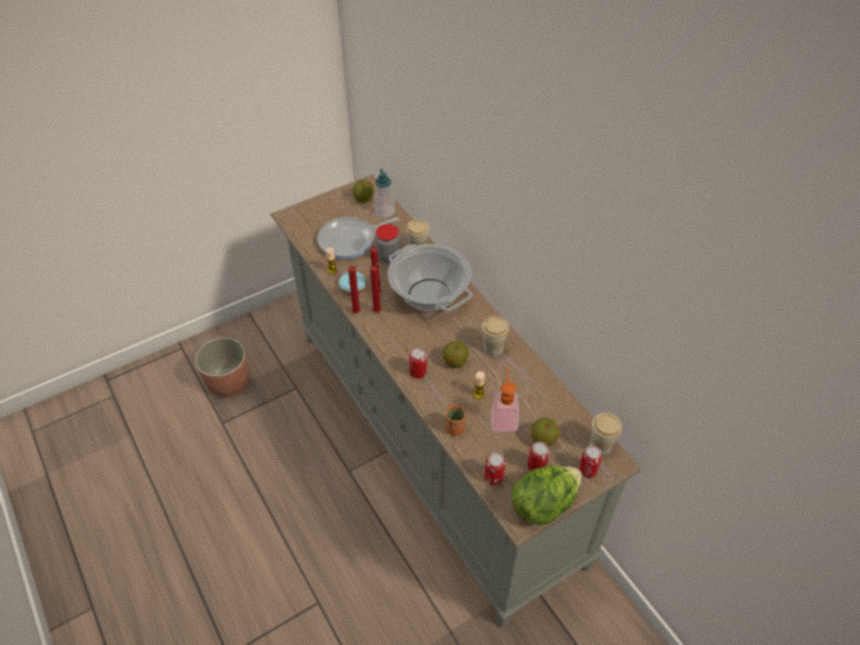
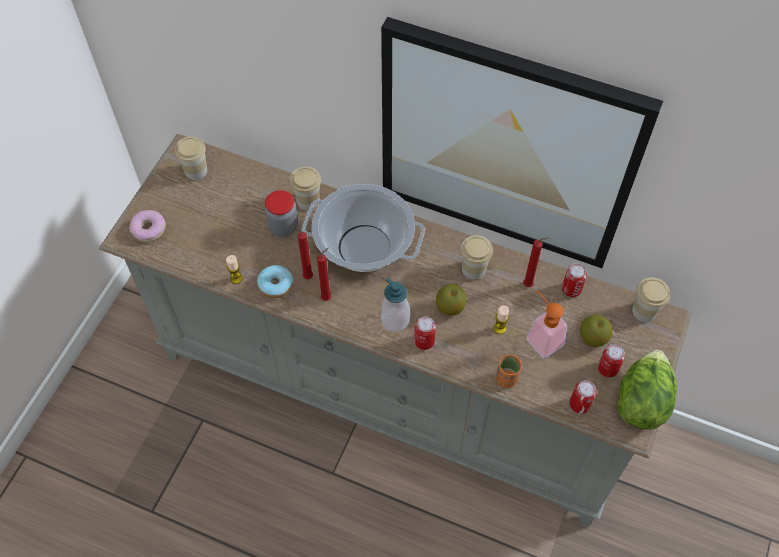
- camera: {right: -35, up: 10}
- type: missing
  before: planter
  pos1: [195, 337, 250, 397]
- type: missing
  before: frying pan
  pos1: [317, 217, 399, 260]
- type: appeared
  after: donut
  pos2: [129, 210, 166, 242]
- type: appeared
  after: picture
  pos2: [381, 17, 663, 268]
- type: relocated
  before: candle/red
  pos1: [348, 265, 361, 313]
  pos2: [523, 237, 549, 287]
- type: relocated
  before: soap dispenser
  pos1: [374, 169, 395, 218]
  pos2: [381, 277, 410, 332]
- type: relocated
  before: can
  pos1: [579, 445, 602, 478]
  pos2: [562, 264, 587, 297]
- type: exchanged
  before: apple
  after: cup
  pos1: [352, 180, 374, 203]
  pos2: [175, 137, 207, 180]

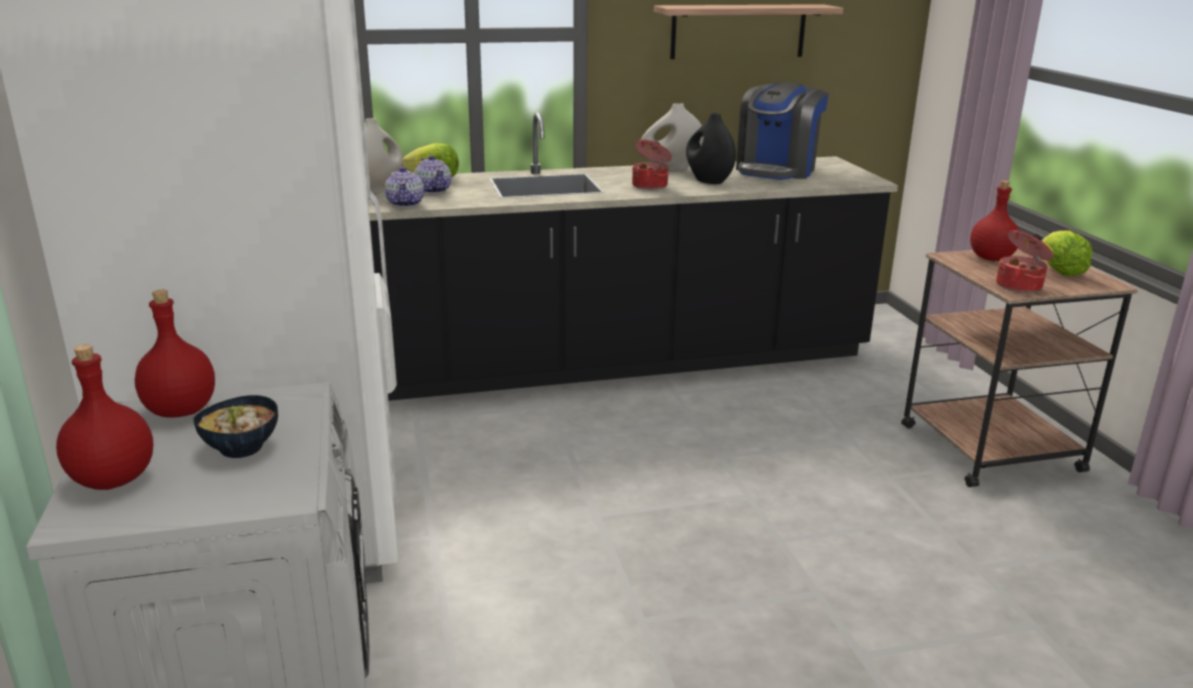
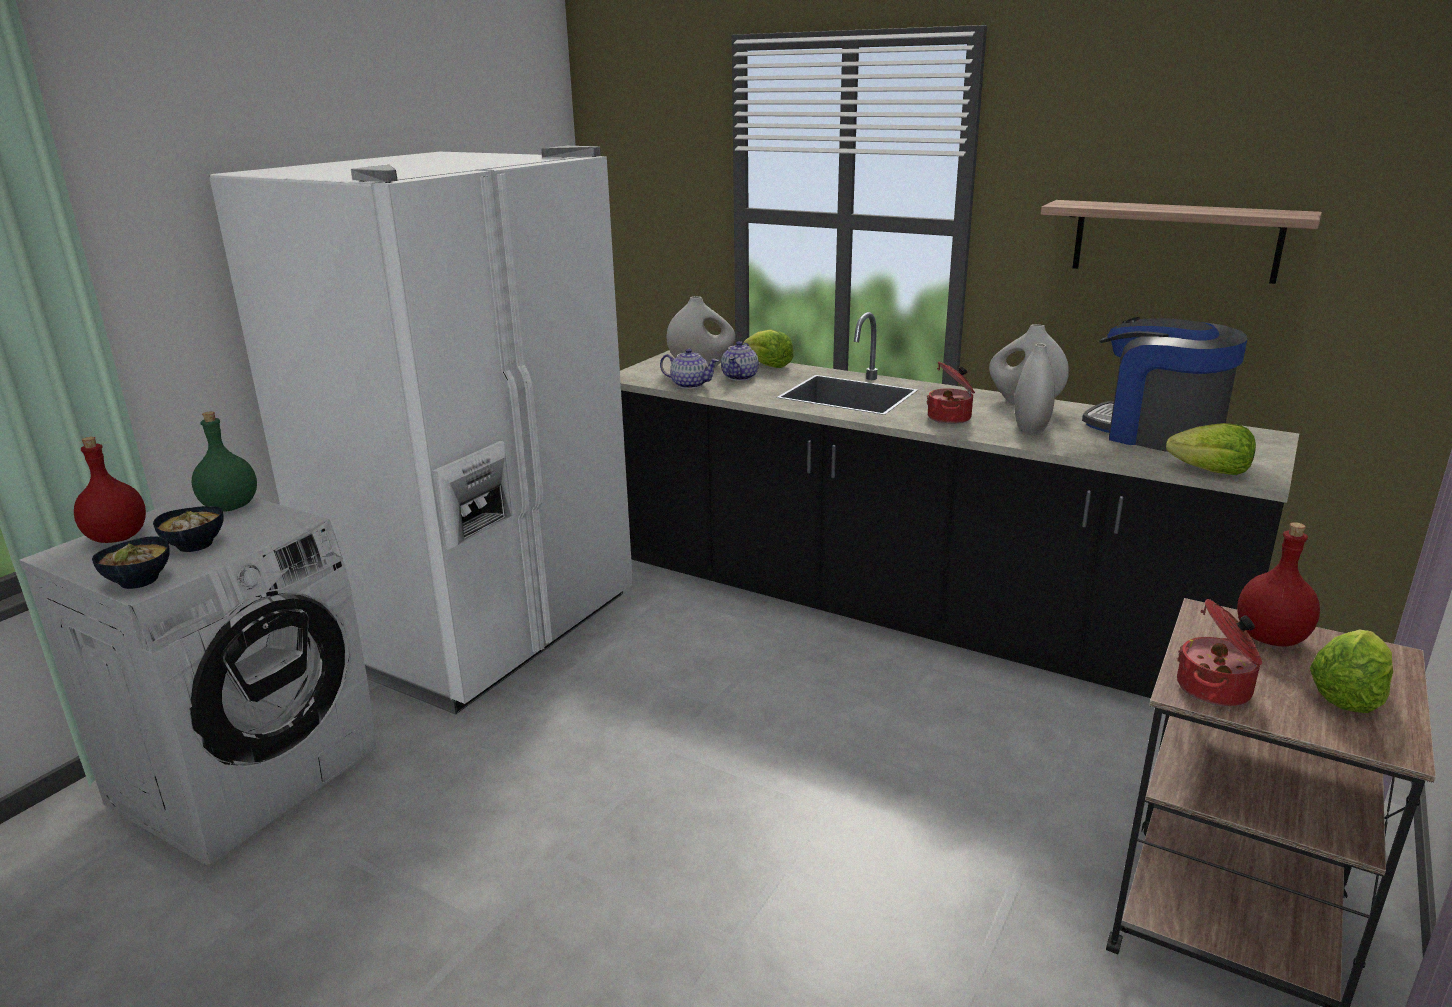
- camera: {right: 45, up: 0}
- type: appeared
  after: bowl
  pos2: [92, 536, 170, 589]
- type: appeared
  after: lettuce
  pos2: [1166, 423, 1256, 475]
- type: colour
  before: bottle/red
  after: bottle/green
  pos1: [135, 289, 215, 418]
  pos2: [192, 411, 257, 512]
- type: colour
  before: vase/black
  after: vase/white
  pos1: [686, 113, 736, 184]
  pos2: [1014, 343, 1055, 434]
- type: spun
  before: teapot
  pos1: [385, 167, 424, 207]
  pos2: [660, 348, 719, 389]
  turn: -105
- type: spun
  before: coffee machine
  pos1: [736, 82, 829, 180]
  pos2: [1082, 317, 1247, 452]
  turn: 60

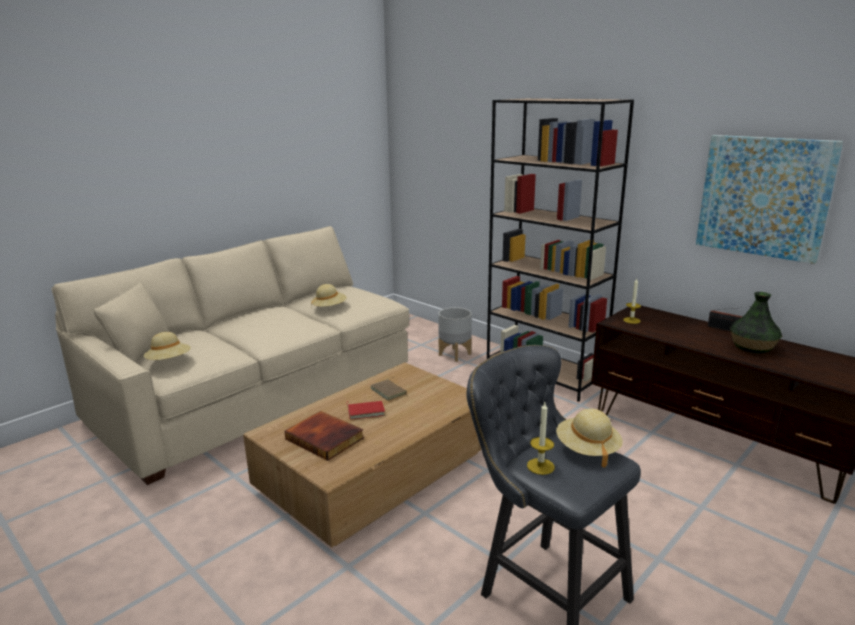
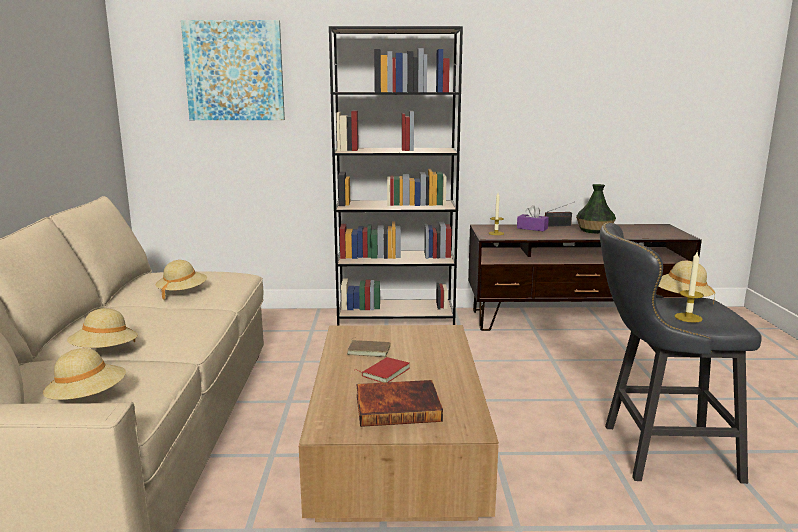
- camera: {right: -45, up: -5}
- type: missing
  before: planter/grey
  pos1: [438, 307, 472, 362]
- type: appeared
  after: hat/beige
  pos2: [67, 308, 138, 348]
- type: appeared
  after: tissue box/purple
  pos2: [517, 205, 549, 231]
- type: relocated
  before: picture
  pos1: [696, 135, 843, 264]
  pos2: [181, 20, 285, 120]

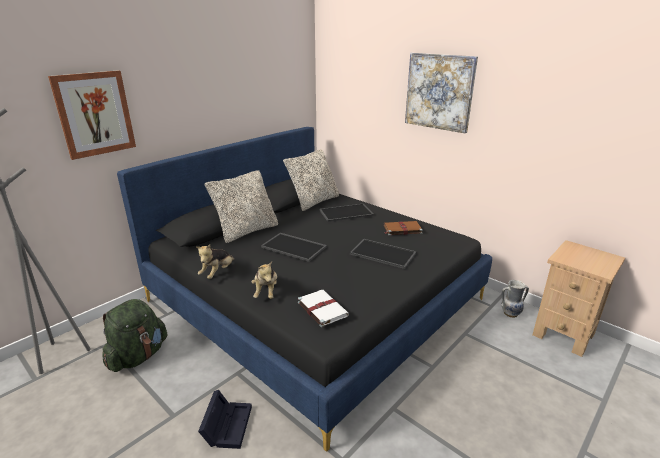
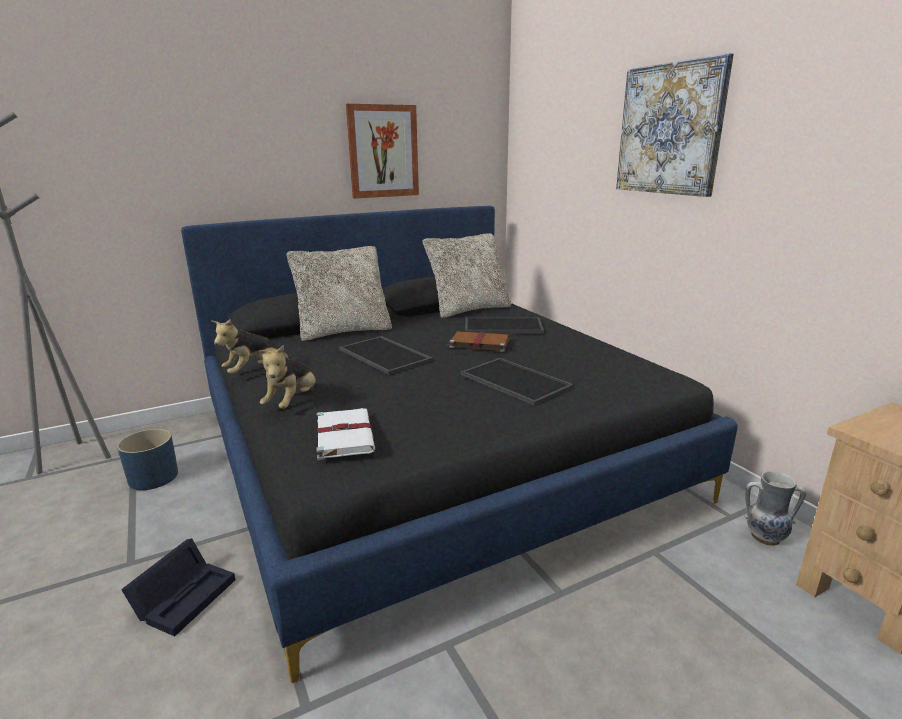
- camera: {right: 20, up: -5}
- type: relocated
  before: picture
  pos1: [48, 70, 136, 160]
  pos2: [346, 104, 419, 199]
- type: relocated
  before: book/brown
  pos1: [384, 221, 423, 236]
  pos2: [448, 331, 509, 352]
- type: exchanged
  before: backpack/green
  after: planter/blue
  pos1: [102, 299, 167, 372]
  pos2: [117, 429, 178, 490]

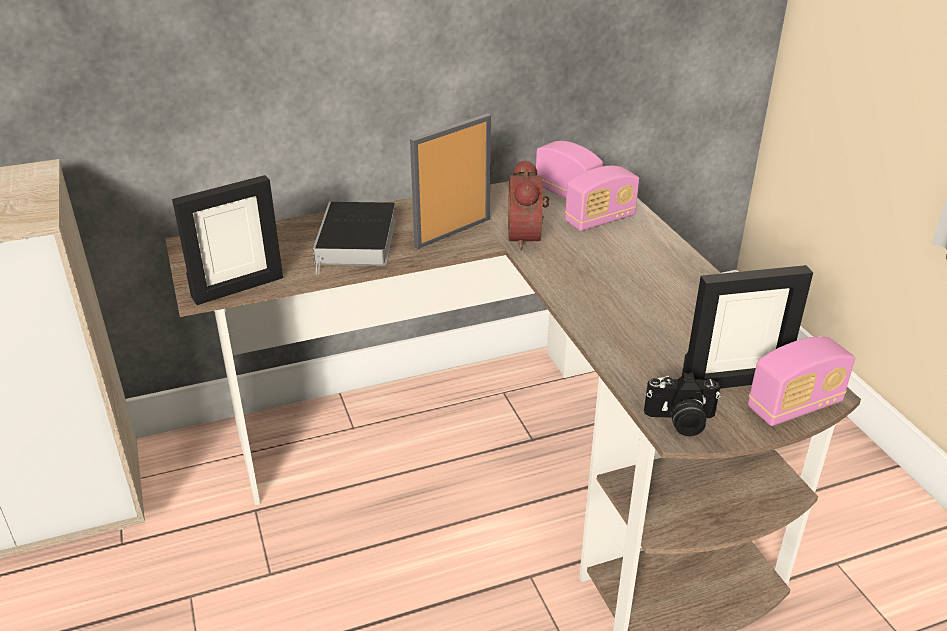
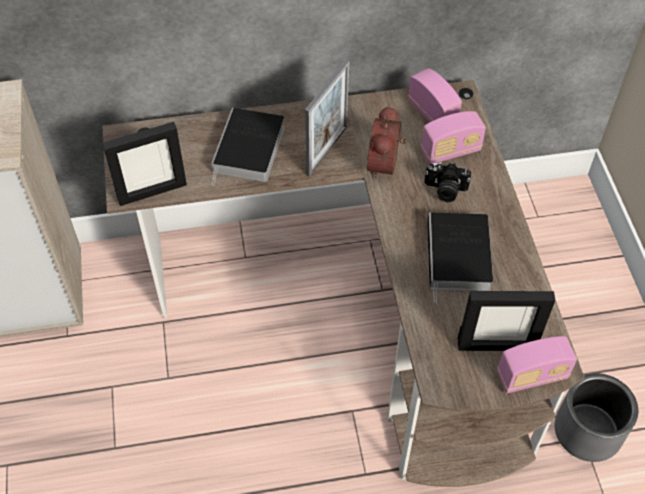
- camera: {right: 10, up: 20}
- type: appeared
  after: book
  pos2: [427, 213, 493, 303]
- type: appeared
  after: planter/grey
  pos2: [555, 373, 638, 462]
- type: relocated
  before: photo camera
  pos1: [644, 372, 721, 436]
  pos2: [425, 162, 471, 202]
- type: spun
  before: picture frame
  pos1: [410, 113, 491, 249]
  pos2: [305, 59, 350, 177]
  turn: 150

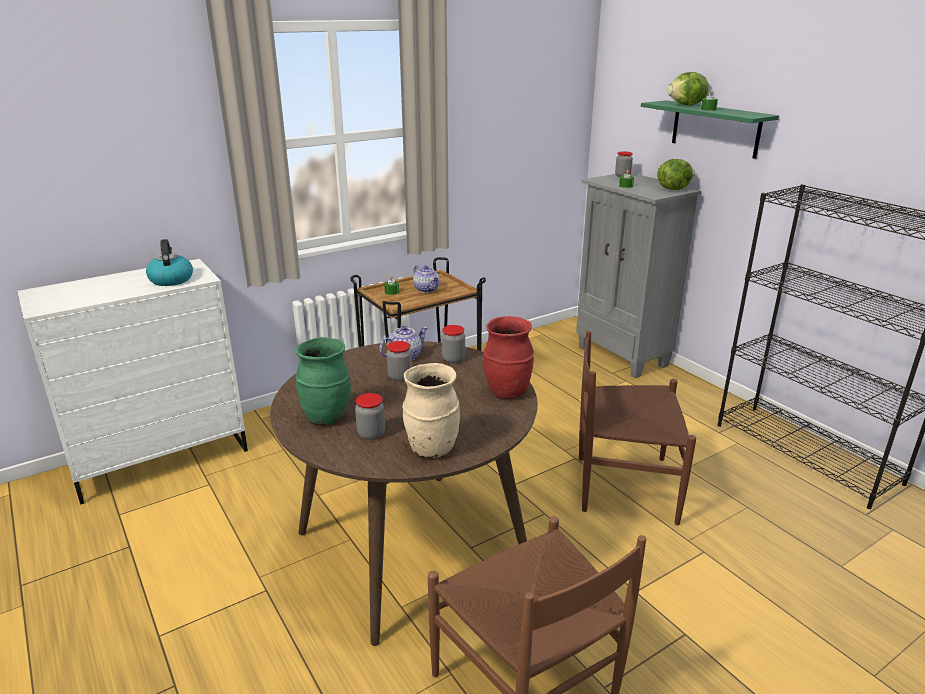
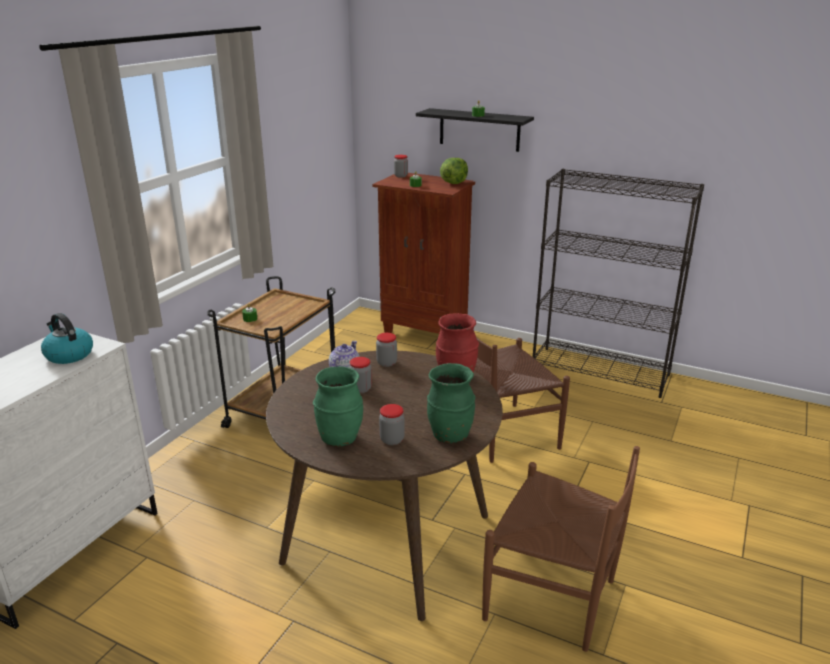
- camera: {right: -30, up: 0}
- type: missing
  before: teapot
  pos1: [413, 265, 439, 293]
- type: missing
  before: lettuce
  pos1: [667, 72, 709, 105]
- type: colour
  before: vase/beige
  after: vase/green
  pos1: [402, 363, 460, 458]
  pos2: [427, 363, 476, 443]
- type: colour
  before: cabinet/grey
  after: cabinet/brown
  pos1: [576, 173, 701, 378]
  pos2: [372, 173, 475, 334]
- type: colour
  before: shelf/green
  after: shelf/black
  pos1: [641, 100, 779, 159]
  pos2: [416, 108, 534, 152]

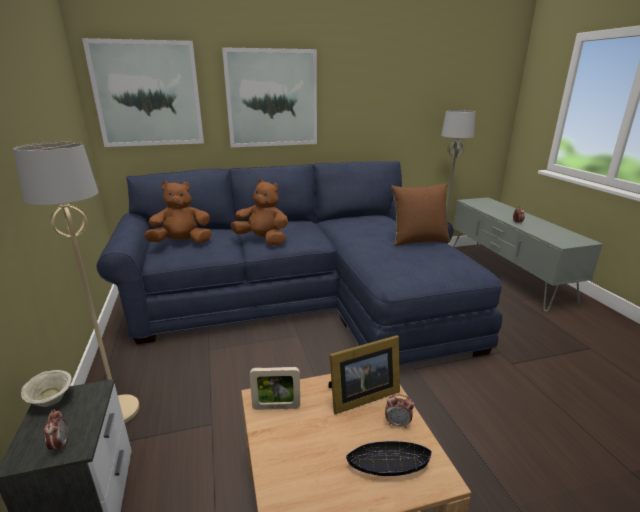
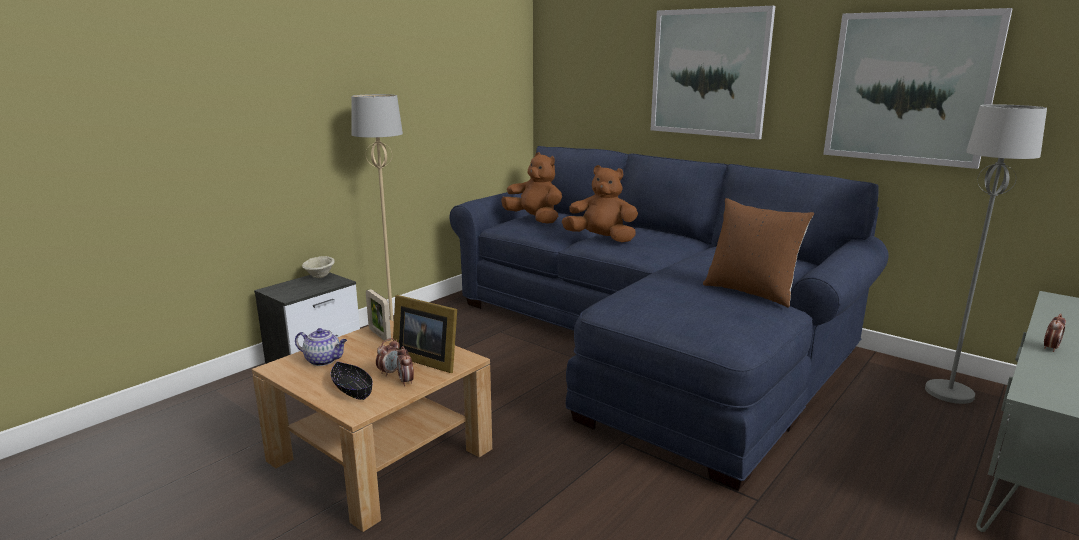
- camera: {right: 55, up: -5}
- type: appeared
  after: teapot
  pos2: [295, 328, 347, 366]
- type: relocated
  before: alarm clock
  pos1: [44, 409, 67, 452]
  pos2: [376, 338, 400, 376]
- type: relocated
  before: picture
  pos1: [82, 38, 204, 147]
  pos2: [823, 8, 1013, 169]
- type: spun
  before: plush toy/brown
  pos1: [230, 180, 288, 245]
  pos2: [562, 165, 638, 242]
  turn: -60

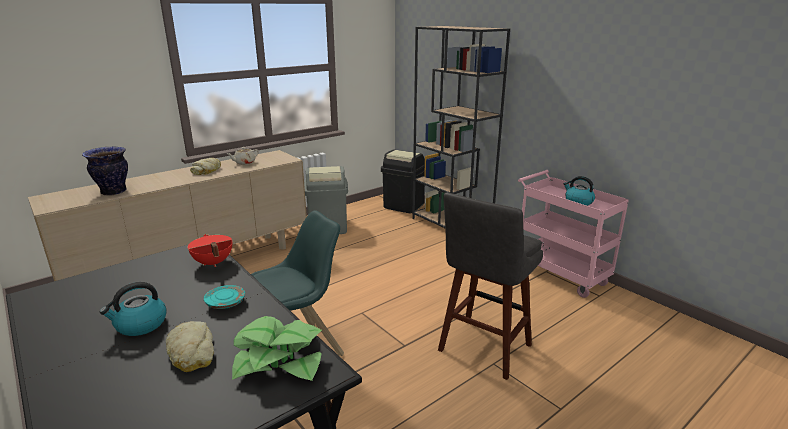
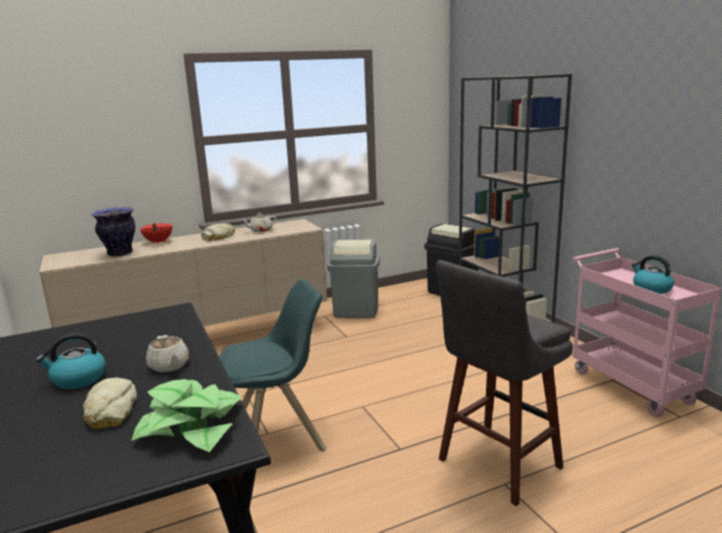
- camera: {right: 15, up: -5}
- type: relocated
  before: cooking pot/red
  pos1: [187, 234, 232, 267]
  pos2: [140, 223, 172, 244]
- type: exchanged
  before: plate/turquoise
  after: teapot/beige
  pos1: [204, 285, 245, 309]
  pos2: [146, 335, 189, 372]

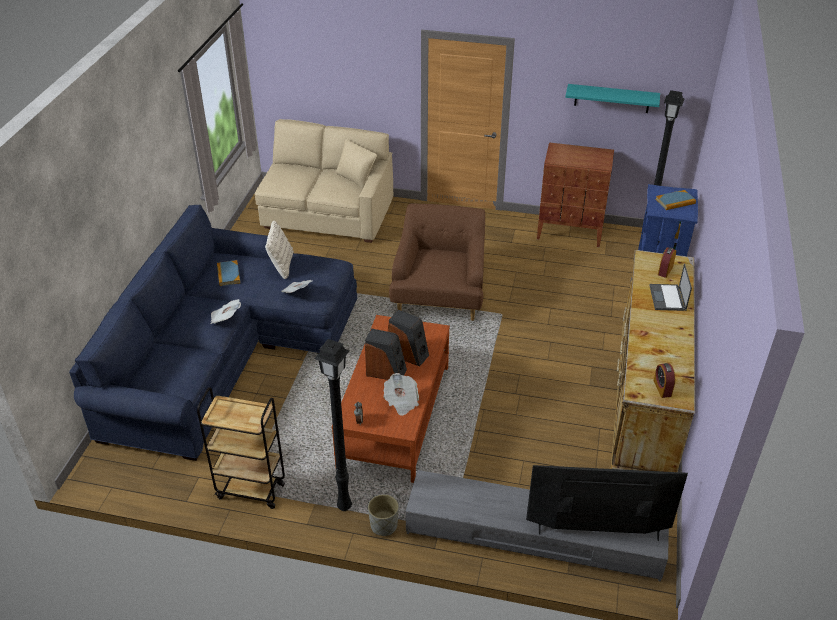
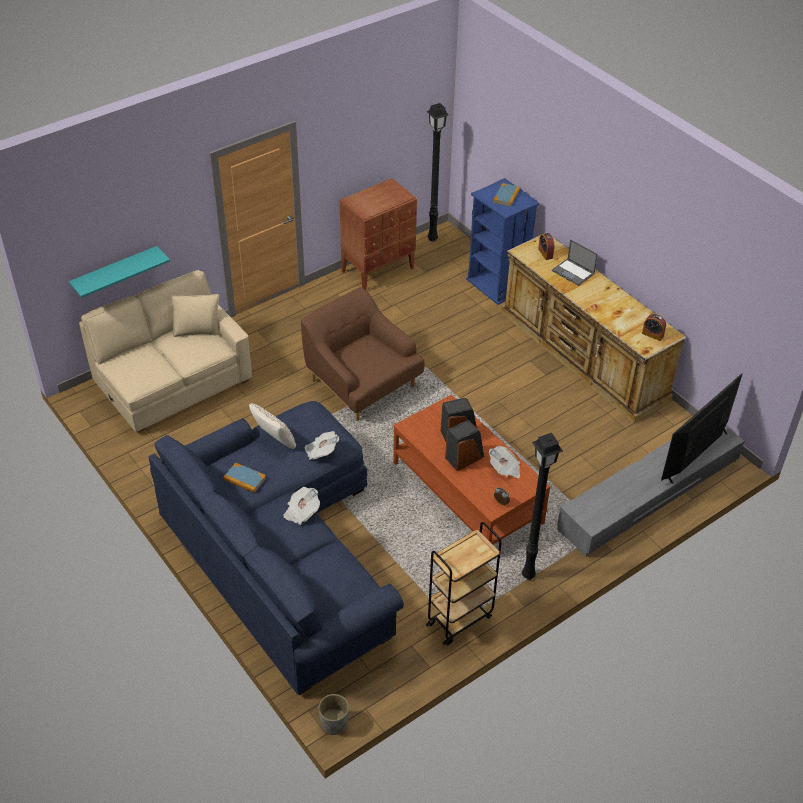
- camera: {right: -50, up: 5}
- type: relocated
  before: planter/grey
  pos1: [368, 494, 399, 536]
  pos2: [319, 694, 349, 735]
- type: relocated
  before: shelf/turquoise
  pos1: [565, 84, 660, 113]
  pos2: [69, 246, 170, 298]

